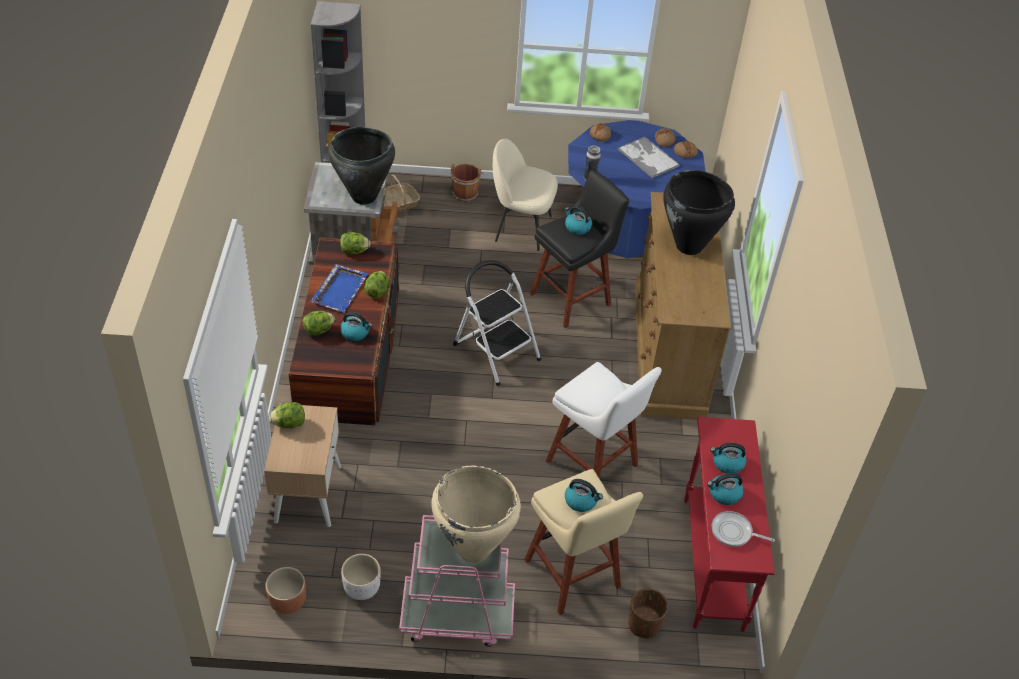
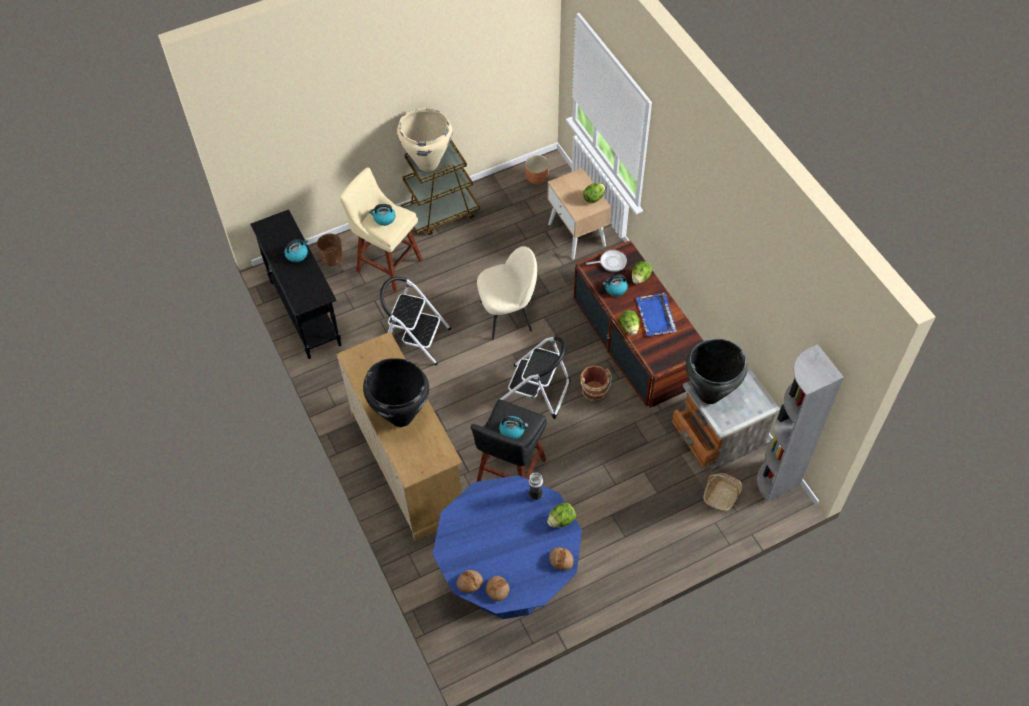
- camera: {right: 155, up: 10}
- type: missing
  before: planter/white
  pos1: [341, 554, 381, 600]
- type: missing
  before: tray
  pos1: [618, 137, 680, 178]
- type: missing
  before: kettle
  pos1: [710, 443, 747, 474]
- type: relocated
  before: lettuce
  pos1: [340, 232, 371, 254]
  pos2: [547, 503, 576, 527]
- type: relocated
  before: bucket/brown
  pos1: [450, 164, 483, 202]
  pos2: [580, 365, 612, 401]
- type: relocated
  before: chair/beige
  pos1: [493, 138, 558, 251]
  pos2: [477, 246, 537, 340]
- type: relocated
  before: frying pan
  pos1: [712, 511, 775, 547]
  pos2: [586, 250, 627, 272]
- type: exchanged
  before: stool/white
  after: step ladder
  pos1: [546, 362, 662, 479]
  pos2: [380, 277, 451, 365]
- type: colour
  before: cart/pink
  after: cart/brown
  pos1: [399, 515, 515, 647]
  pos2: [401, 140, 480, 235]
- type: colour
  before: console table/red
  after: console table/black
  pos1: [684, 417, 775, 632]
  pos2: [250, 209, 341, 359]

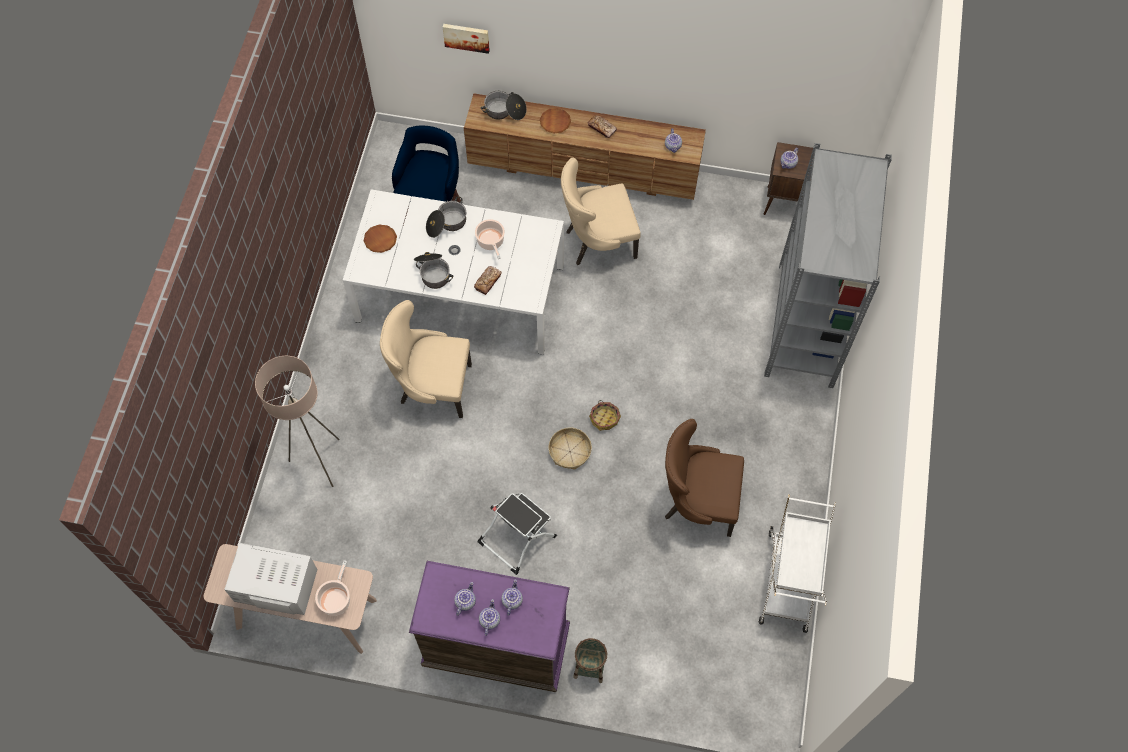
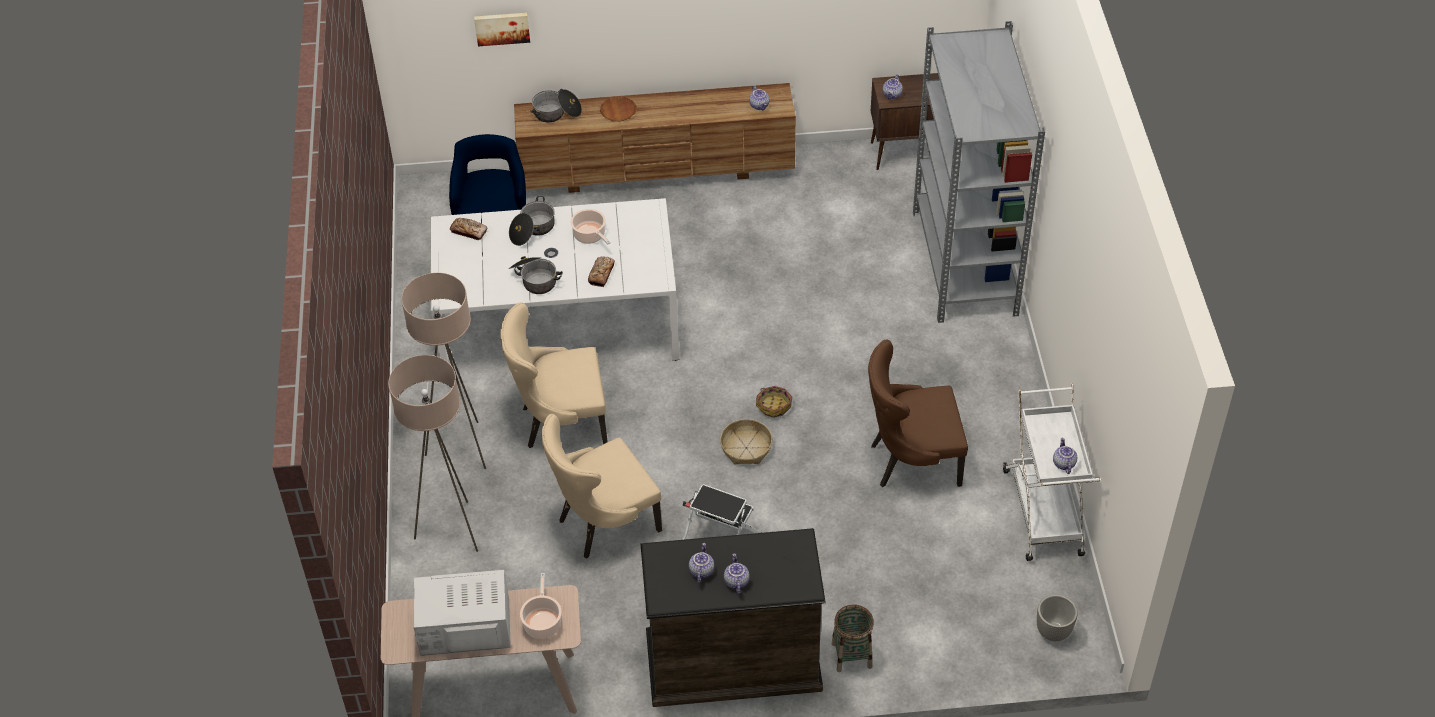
- camera: {right: -15, up: -15}
- type: missing
  before: plate/brown
  pos1: [364, 225, 397, 253]
- type: appeared
  after: floor lamp/beige
  pos2: [401, 273, 486, 469]
- type: appeared
  after: planter
  pos2: [1037, 595, 1078, 641]
- type: relocated
  before: teapot
  pos1: [501, 579, 523, 616]
  pos2: [1053, 437, 1077, 474]
- type: relocated
  before: chair/beige
  pos1: [561, 158, 641, 265]
  pos2: [542, 414, 662, 559]
- type: relocated
  before: bread
  pos1: [588, 115, 617, 138]
  pos2: [450, 218, 487, 240]
- type: colour
  before: dresser/purple
  after: dresser/black
  pos1: [409, 561, 570, 692]
  pos2: [640, 528, 826, 707]

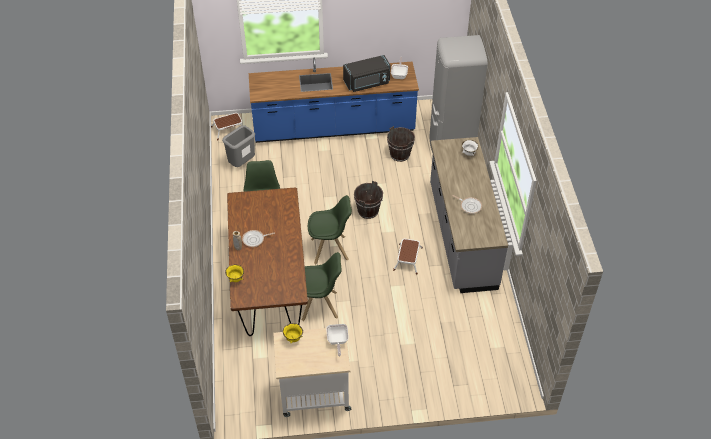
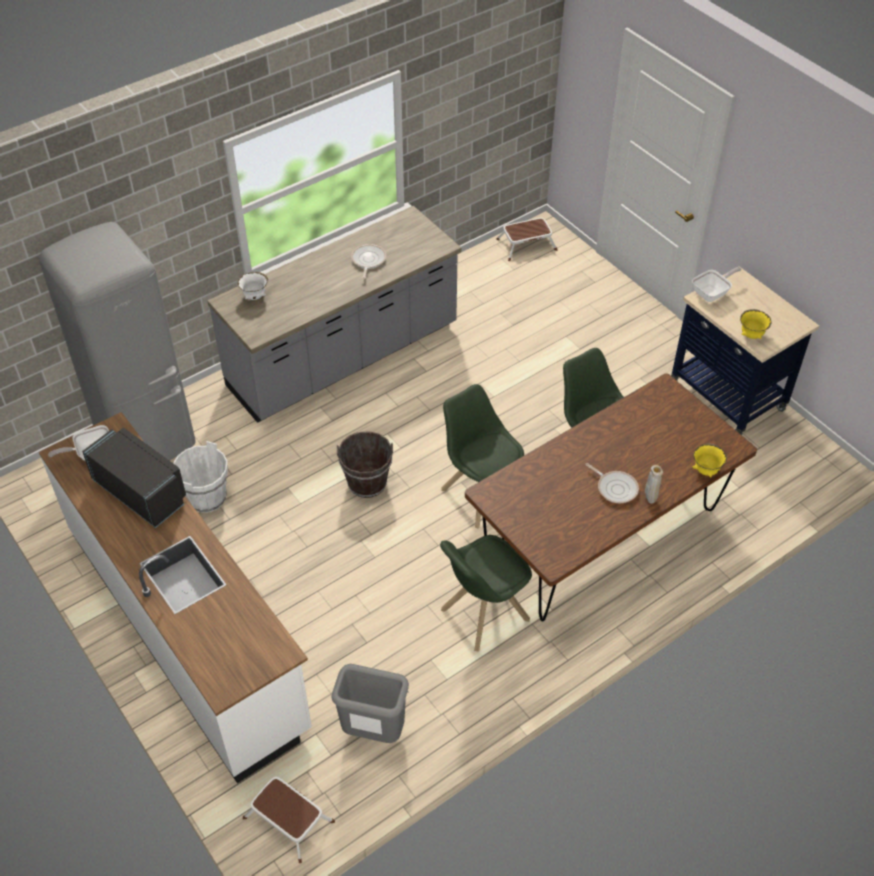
- camera: {right: -120, up: 0}
- type: relocated
  before: step ladder/brown
  pos1: [393, 239, 423, 274]
  pos2: [496, 218, 558, 261]
- type: colour
  before: counter/blue
  after: counter/white
  pos1: [249, 58, 419, 143]
  pos2: [39, 412, 312, 783]
- type: colour
  before: cart/white
  after: cart/blue
  pos1: [273, 328, 351, 417]
  pos2: [671, 266, 819, 435]
- type: colour
  before: bucket/brown
  after: bucket/white
  pos1: [387, 126, 415, 162]
  pos2: [173, 441, 228, 513]

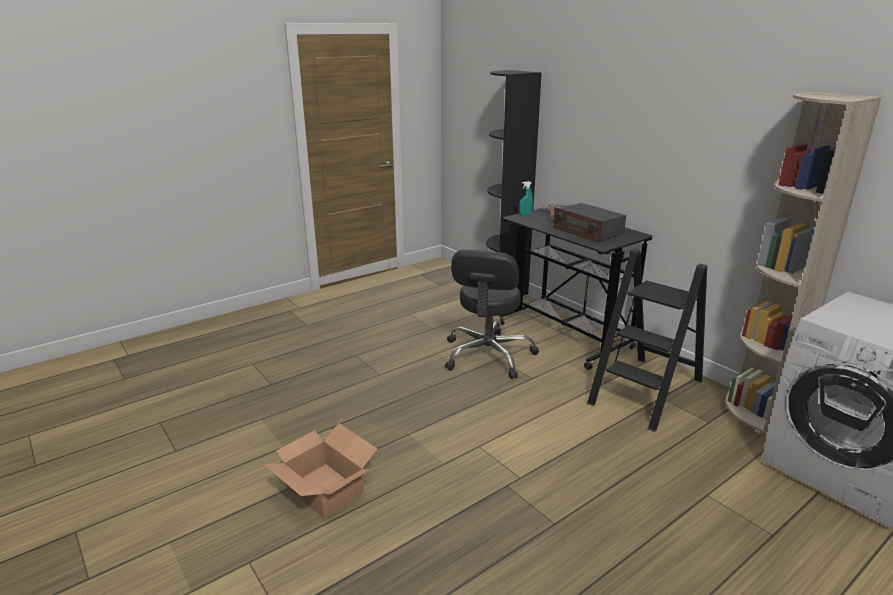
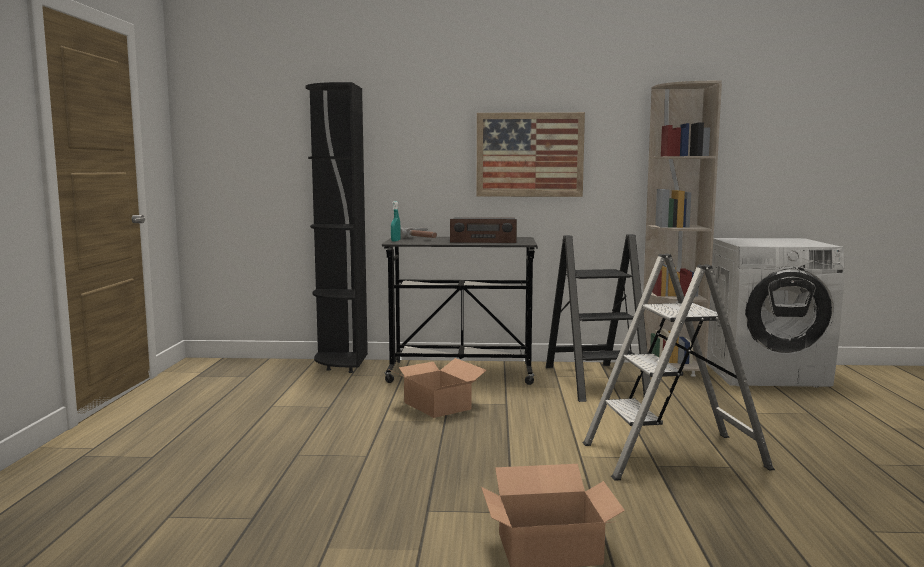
- camera: {right: -50, up: -15}
- type: appeared
  after: picture
  pos2: [477, 112, 585, 197]
- type: appeared
  after: step ladder/grey
  pos2: [583, 254, 775, 481]
- type: exchanged
  before: office chair/black
  after: cardboard box
  pos1: [445, 249, 539, 379]
  pos2: [393, 358, 487, 418]

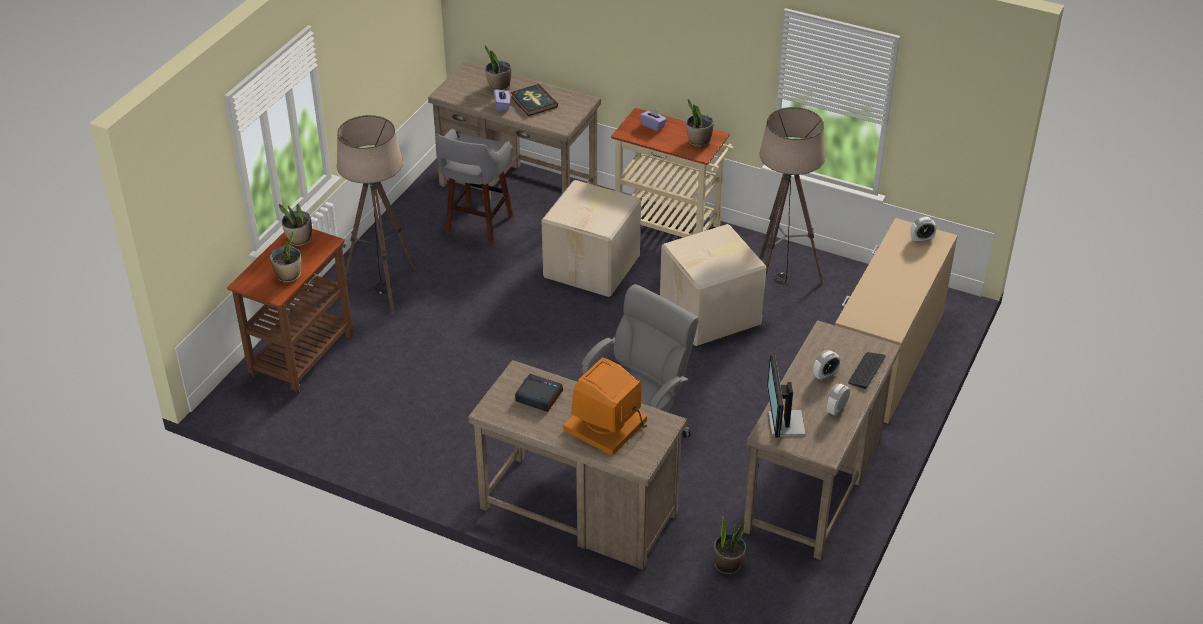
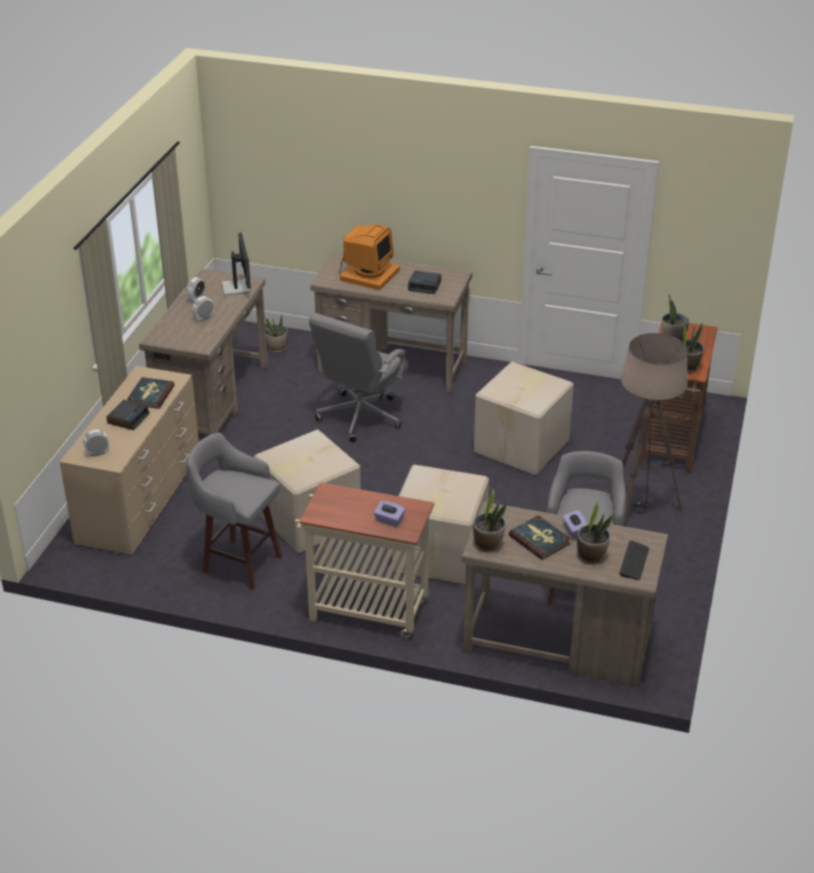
- camera: {right: 170, up: -5}
- type: appeared
  after: alarm clock
  pos2: [107, 400, 150, 430]
- type: appeared
  after: book
  pos2: [127, 377, 174, 409]
- type: appeared
  after: cardboard box
  pos2: [474, 362, 574, 475]
- type: relocated
  before: potted plant
  pos1: [686, 99, 714, 147]
  pos2: [473, 489, 507, 552]
- type: relocated
  before: keyboard
  pos1: [848, 352, 886, 389]
  pos2: [619, 540, 649, 580]
- type: exchanged
  before: floor lamp
  after: stool/grey
  pos1: [760, 107, 825, 284]
  pos2: [187, 433, 282, 590]

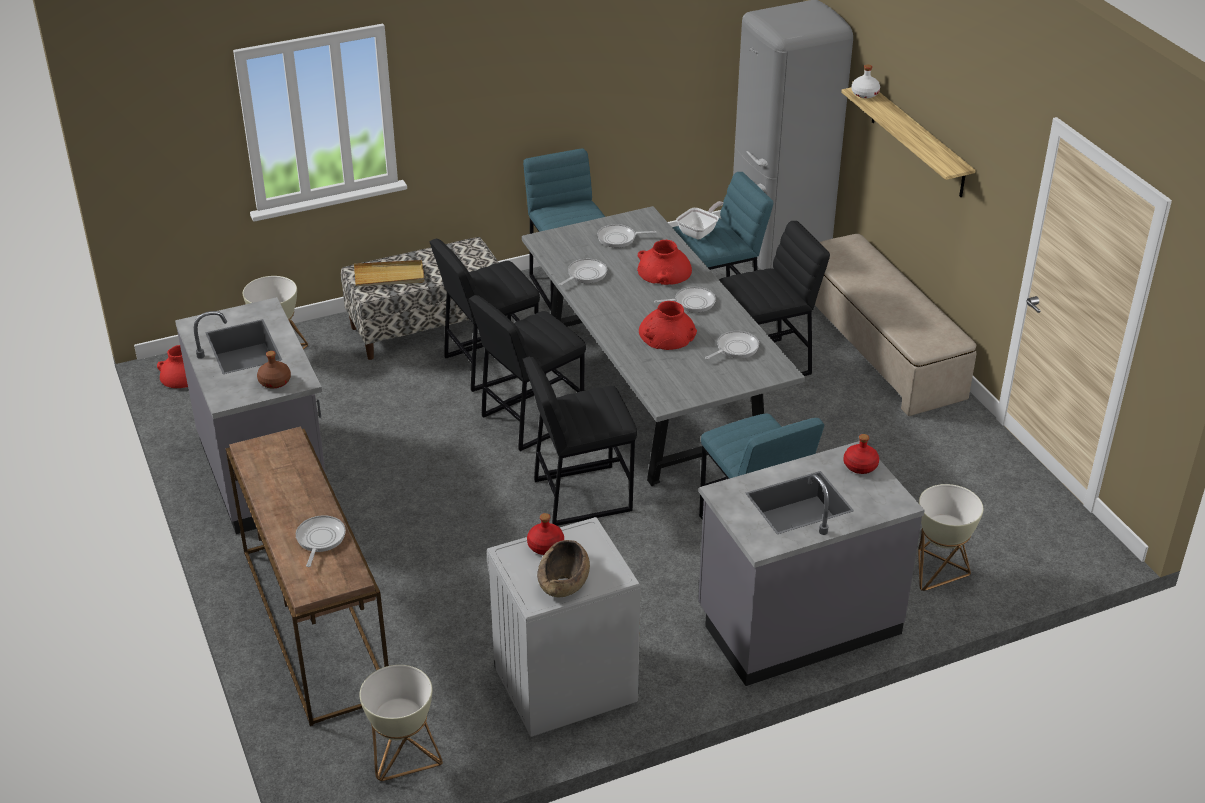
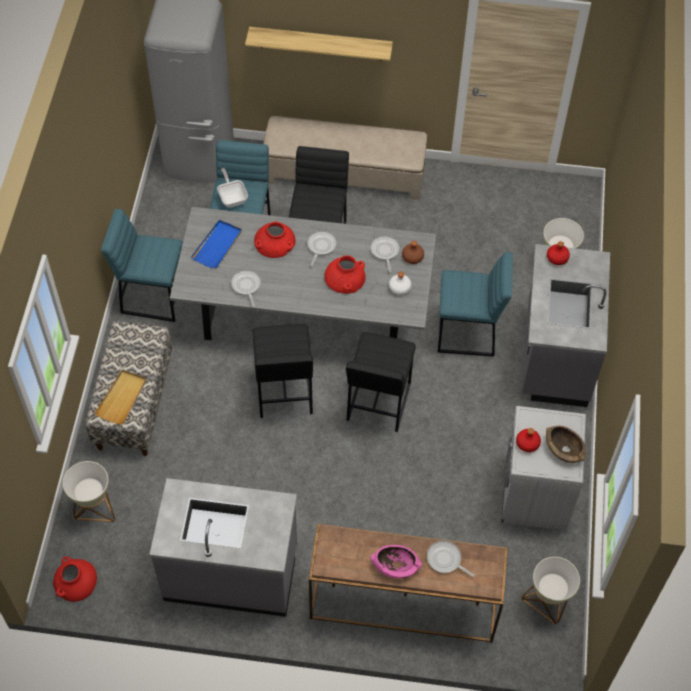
- camera: {right: -60, up: 20}
- type: missing
  before: stool/black
  pos1: [429, 239, 540, 392]
- type: appeared
  after: bowl/pink
  pos2: [370, 545, 422, 579]
- type: relocated
  before: bottle/brown
  pos1: [257, 351, 291, 388]
  pos2: [402, 241, 424, 264]
- type: relocated
  before: bottle/white
  pos1: [852, 65, 880, 98]
  pos2: [389, 272, 411, 295]
- type: exchanged
  before: frying pan
  after: tray/blue
  pos1: [597, 224, 656, 248]
  pos2: [191, 220, 242, 269]

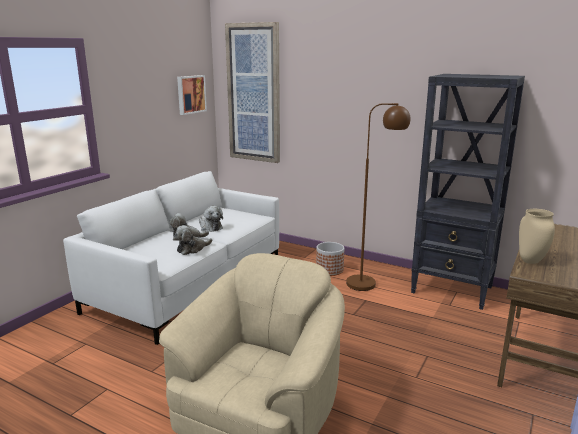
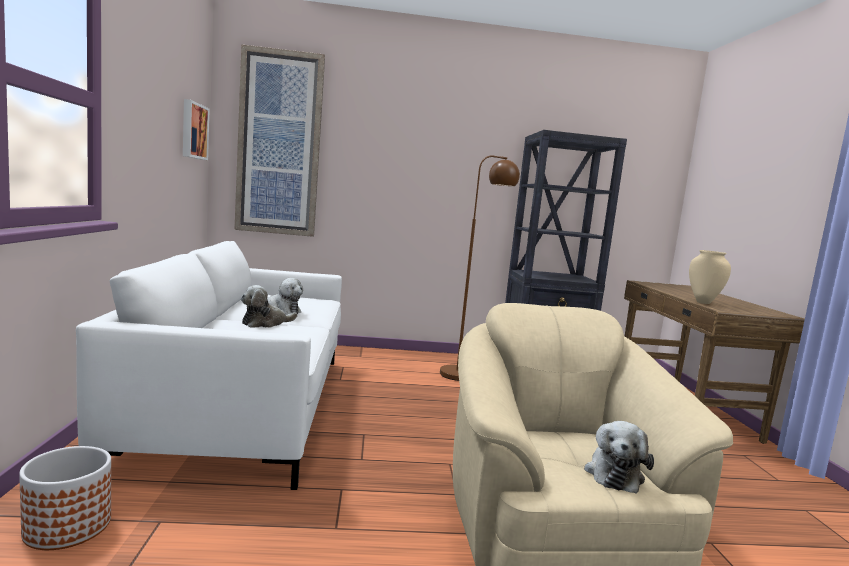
- camera: {right: -35, up: -10}
- type: relocated
  before: plush toy
  pos1: [174, 225, 212, 255]
  pos2: [584, 421, 654, 494]
- type: relocated
  before: planter
  pos1: [316, 242, 344, 276]
  pos2: [19, 446, 111, 550]

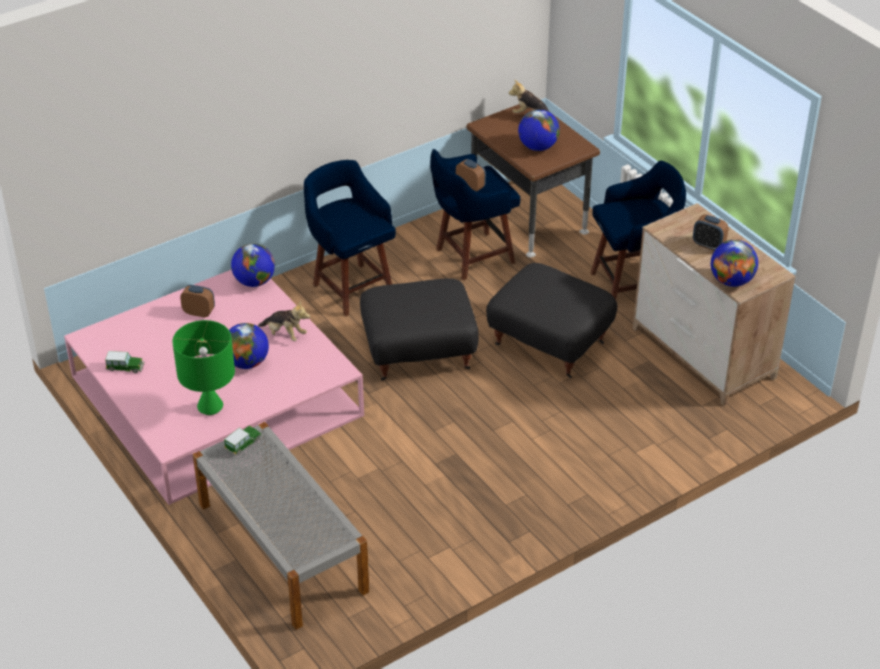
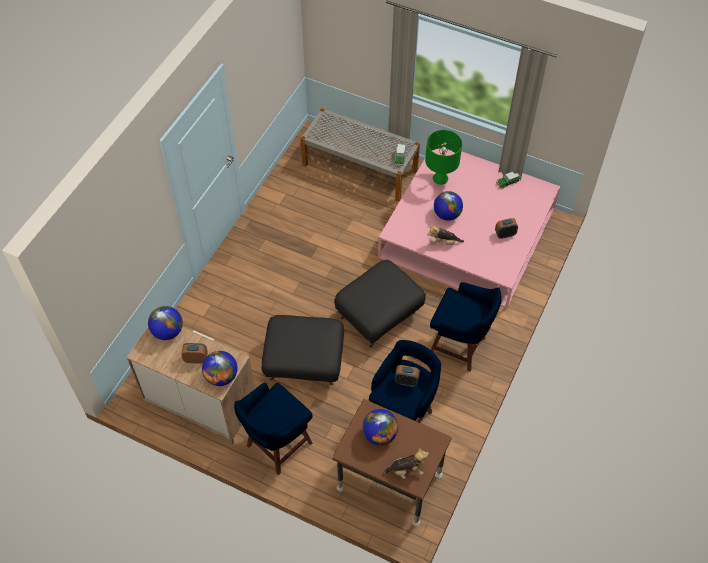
- camera: {right: 150, up: 15}
- type: relocated
  before: globe
  pos1: [231, 243, 275, 287]
  pos2: [202, 351, 238, 386]

